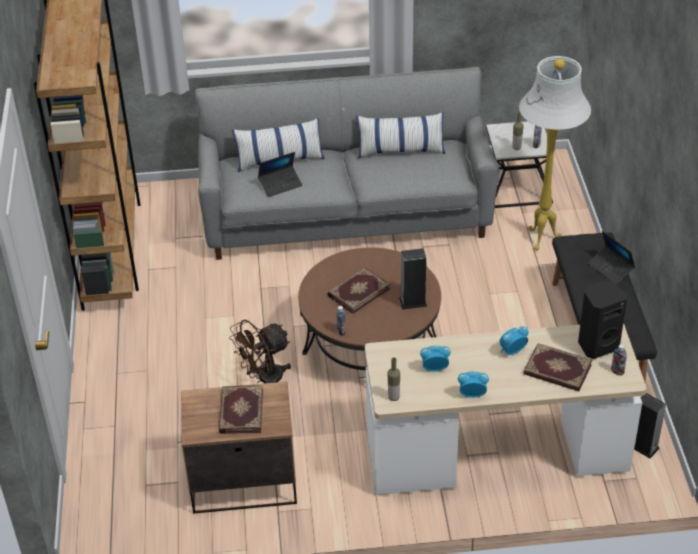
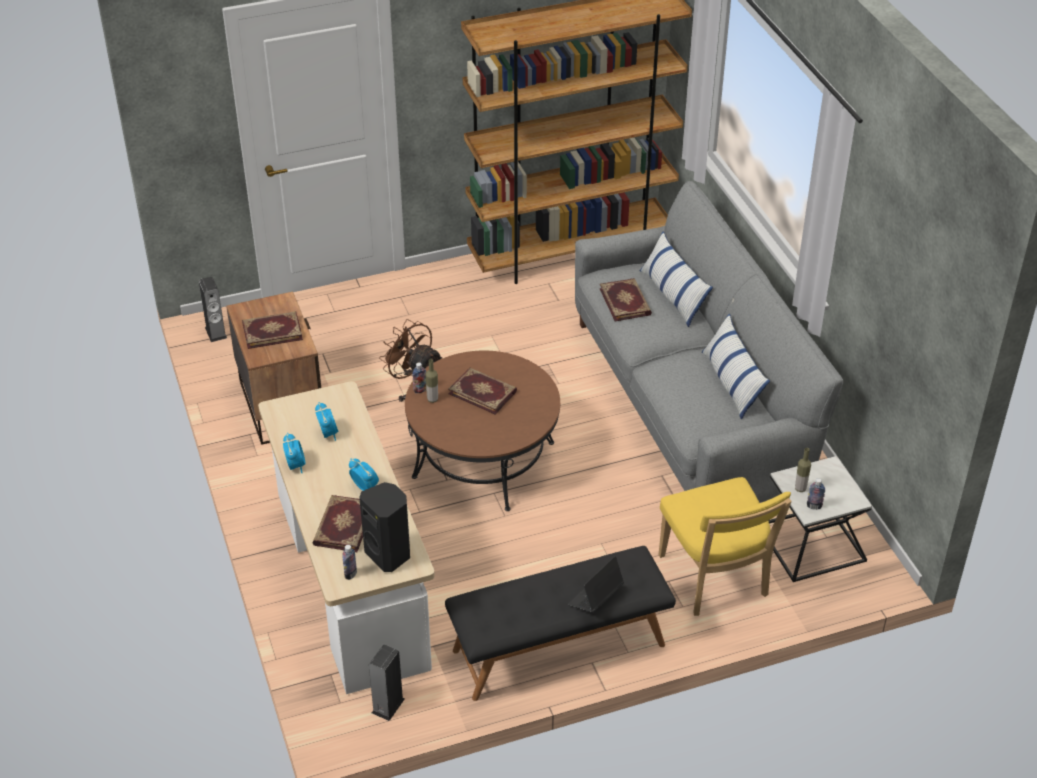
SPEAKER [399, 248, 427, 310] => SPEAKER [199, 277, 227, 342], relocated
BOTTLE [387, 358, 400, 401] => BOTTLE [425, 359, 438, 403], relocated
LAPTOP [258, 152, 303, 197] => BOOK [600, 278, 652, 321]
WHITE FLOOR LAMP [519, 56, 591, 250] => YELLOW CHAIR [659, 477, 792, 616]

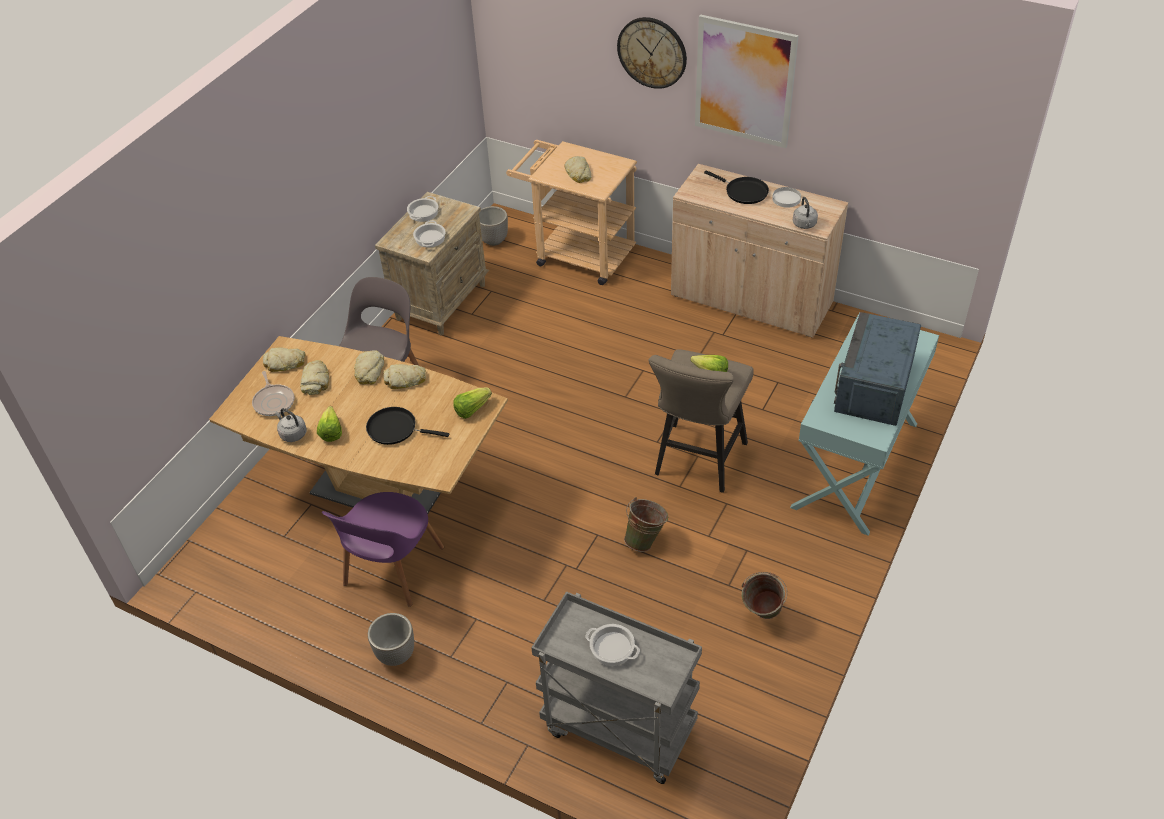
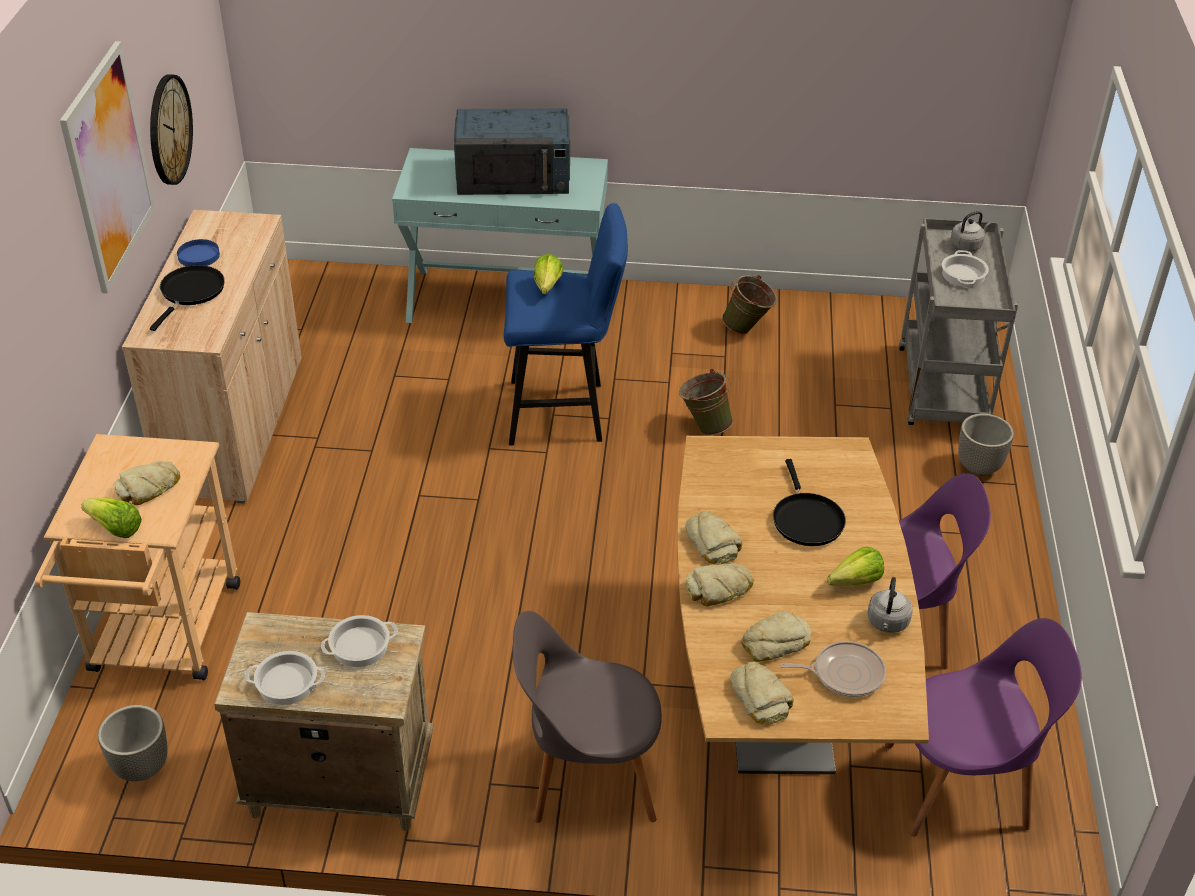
LETTUCE [453, 387, 492, 419] => LETTUCE [81, 497, 142, 538], relocated
WALL CLOCK [617, 17, 687, 89] => WALL CLOCK [150, 74, 193, 185], relocated
WHITE PLATE [772, 187, 801, 208] => BLUE PLATE [177, 239, 220, 266]
BEIGE STOOL [649, 349, 754, 493] => BLUE STOOL [504, 203, 628, 446]
FRYING PAN [252, 371, 294, 416] => FRYING PAN [780, 641, 886, 697], 45 degrees clockwise
nothing => PURPLE CHAIR [885, 618, 1082, 836]
GREY KETTLE [793, 197, 818, 229] => GREY KETTLE [950, 211, 991, 252], relocated
PLANTER [368, 613, 414, 666] => PLANTER [958, 414, 1014, 476], relocated

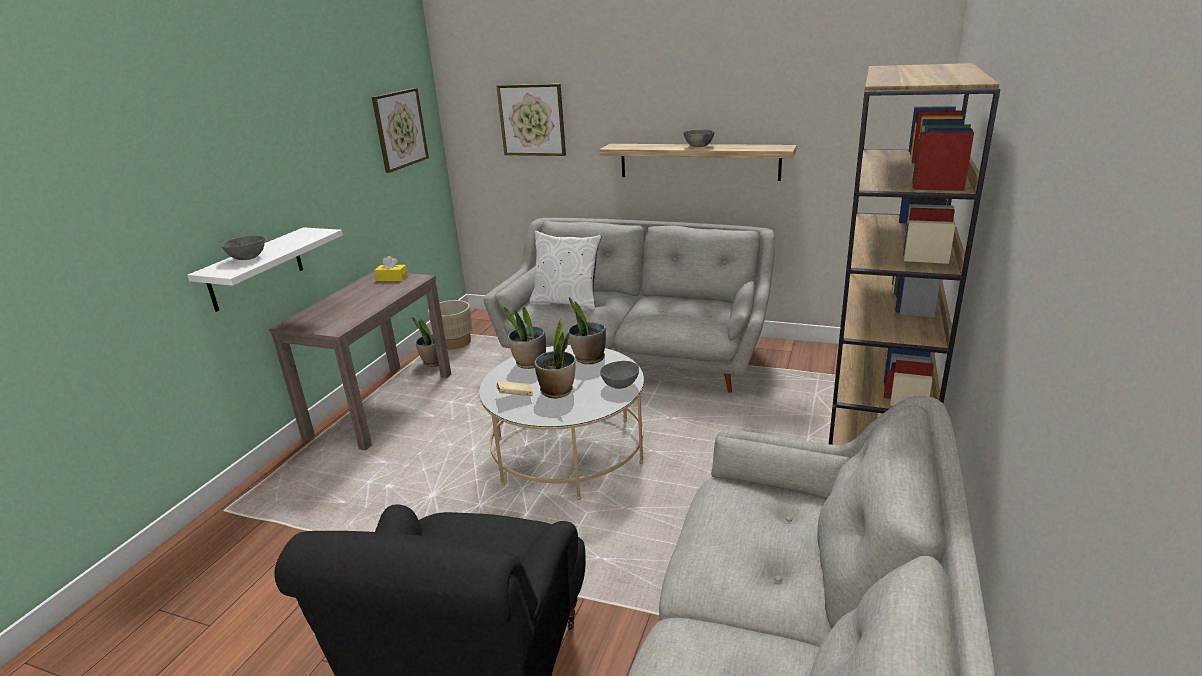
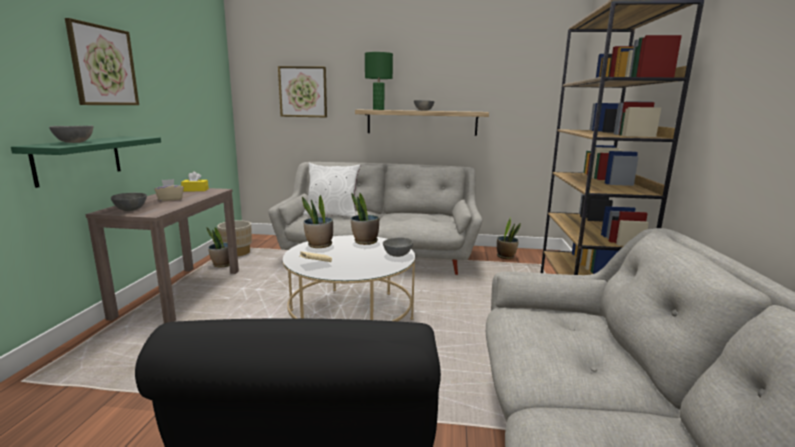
WHITE SHELF [187, 227, 343, 312] => GREEN SHELF [11, 136, 161, 188]
PICTURE [372, 88, 429, 173] => PICTURE [65, 18, 139, 105], relocated
nothing => GREY BOWL [111, 193, 147, 211]
nothing => BEIGE TISSUE BOX [154, 179, 184, 201]
nothing => GREEN TABLE LAMP [365, 52, 393, 110]
POTTED PLANT [534, 317, 576, 398] => POTTED PLANT [497, 217, 521, 259], relocated

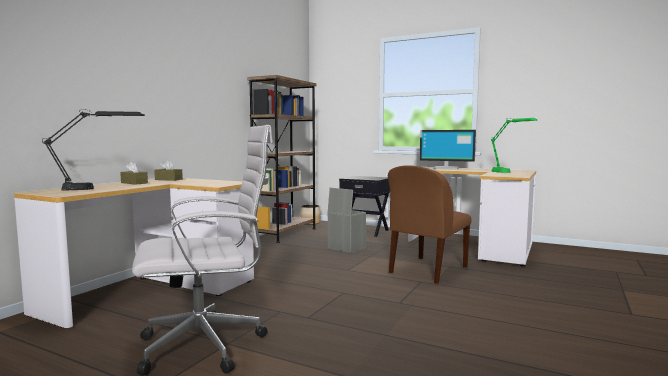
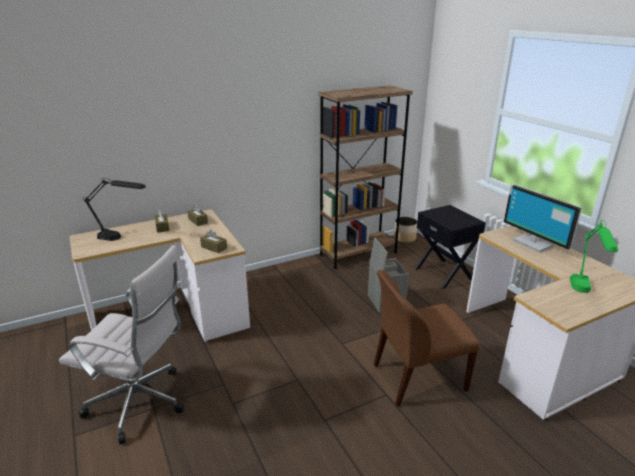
nothing => BROWN TISSUE BOX [200, 230, 227, 253]

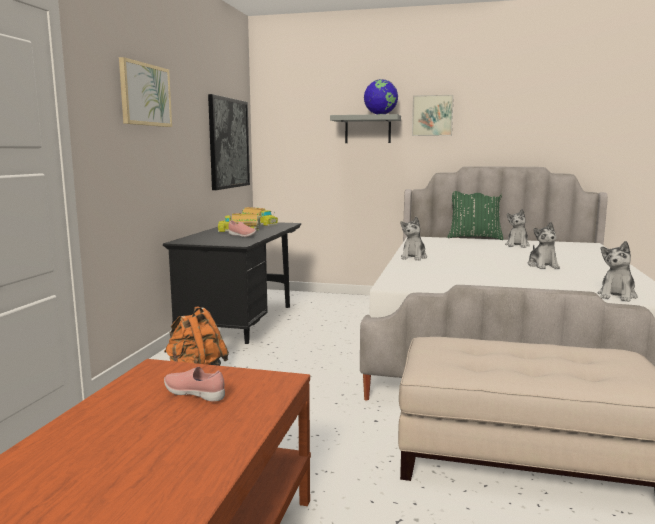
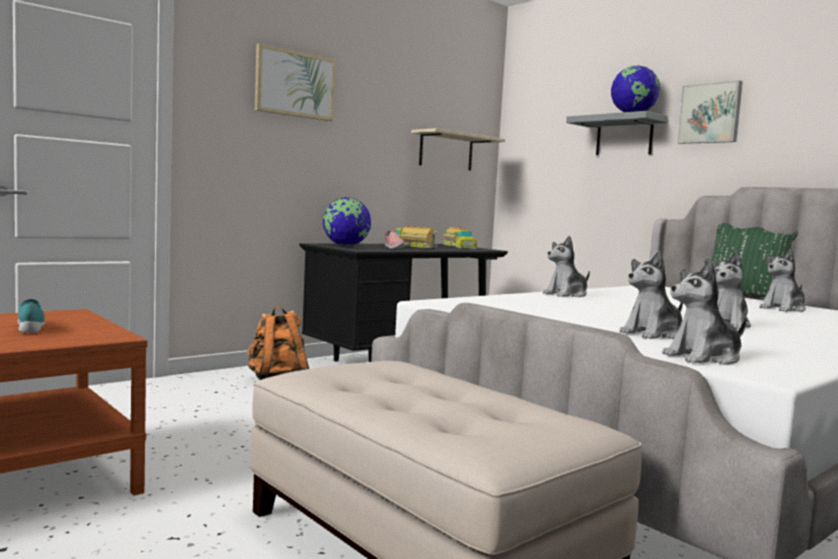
PINK SHOE [164, 367, 225, 402] => TURQUOISE SHOE [18, 299, 45, 333]
nothing => GLOBE [323, 197, 371, 246]
PICTURE [208, 94, 250, 190] => BEIGE SHELF [411, 128, 505, 171]
nothing => PLUSH TOY [619, 251, 683, 339]

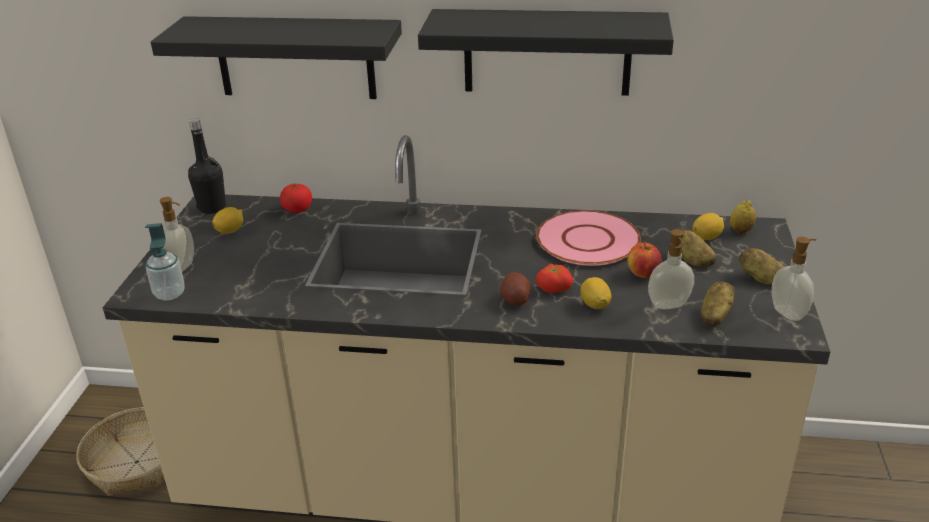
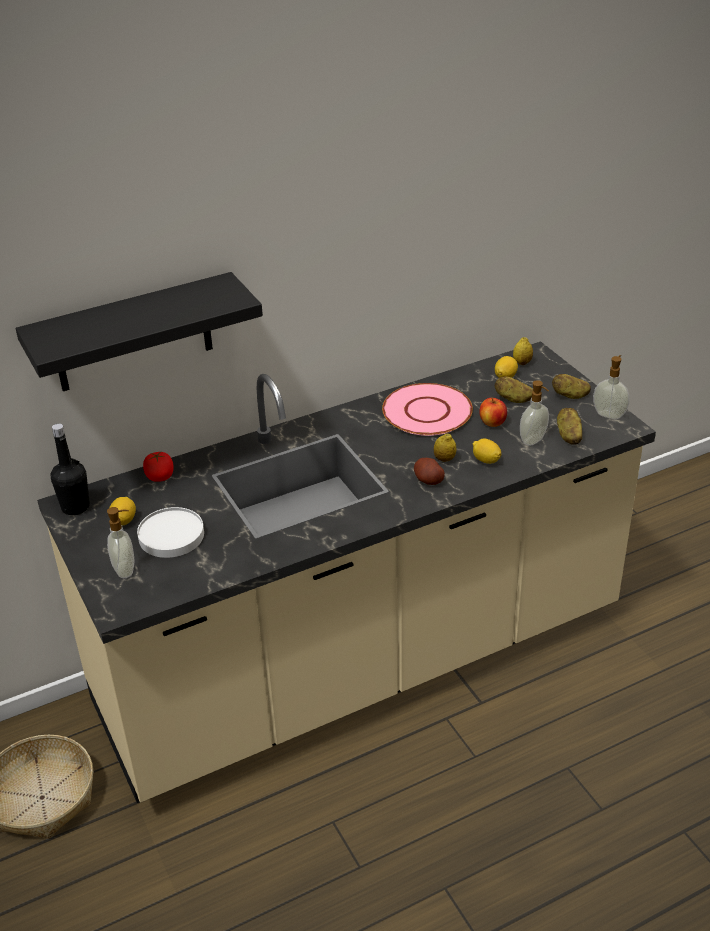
nothing => WHITE PLATE [137, 507, 204, 558]
TOMATO [536, 263, 573, 293] => LEMON [434, 433, 456, 462]
SOAP DISPENSER [145, 223, 185, 300] => nothing
BLACK SHELF [418, 9, 674, 96] => nothing

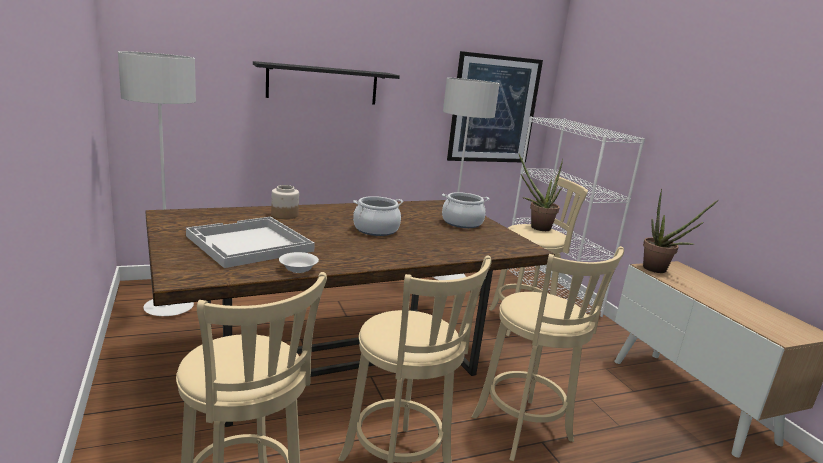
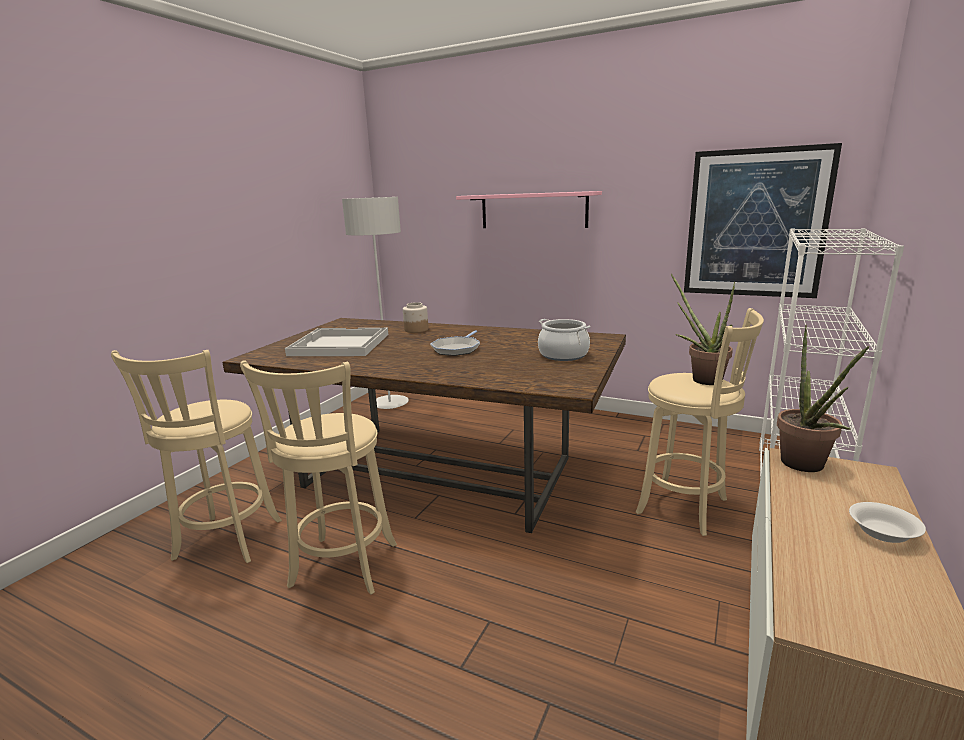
COOKING POT [353, 196, 403, 236] => FRYING PAN [430, 330, 480, 356]
BLACK SHELF [253, 61, 400, 105] => PINK SHELF [456, 191, 602, 228]
WHITE BOWL [279, 252, 319, 273] => WHITE BOWL [849, 502, 926, 543], relocated
GREY FLOOR LAMP [433, 78, 500, 280] => nothing
BEIGE STOOL [472, 246, 624, 461] => nothing

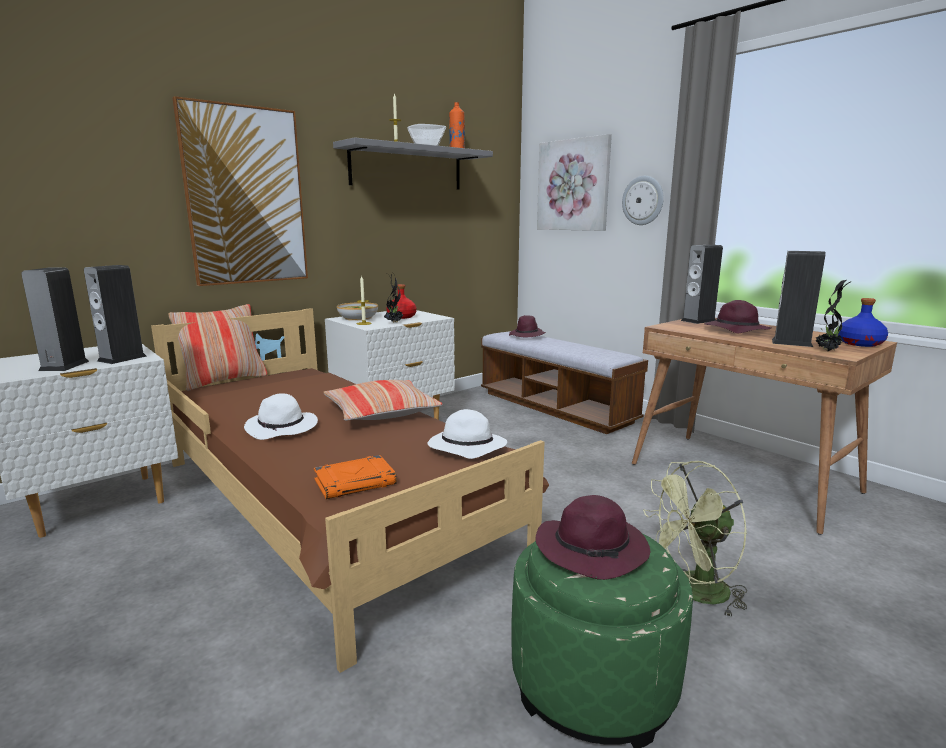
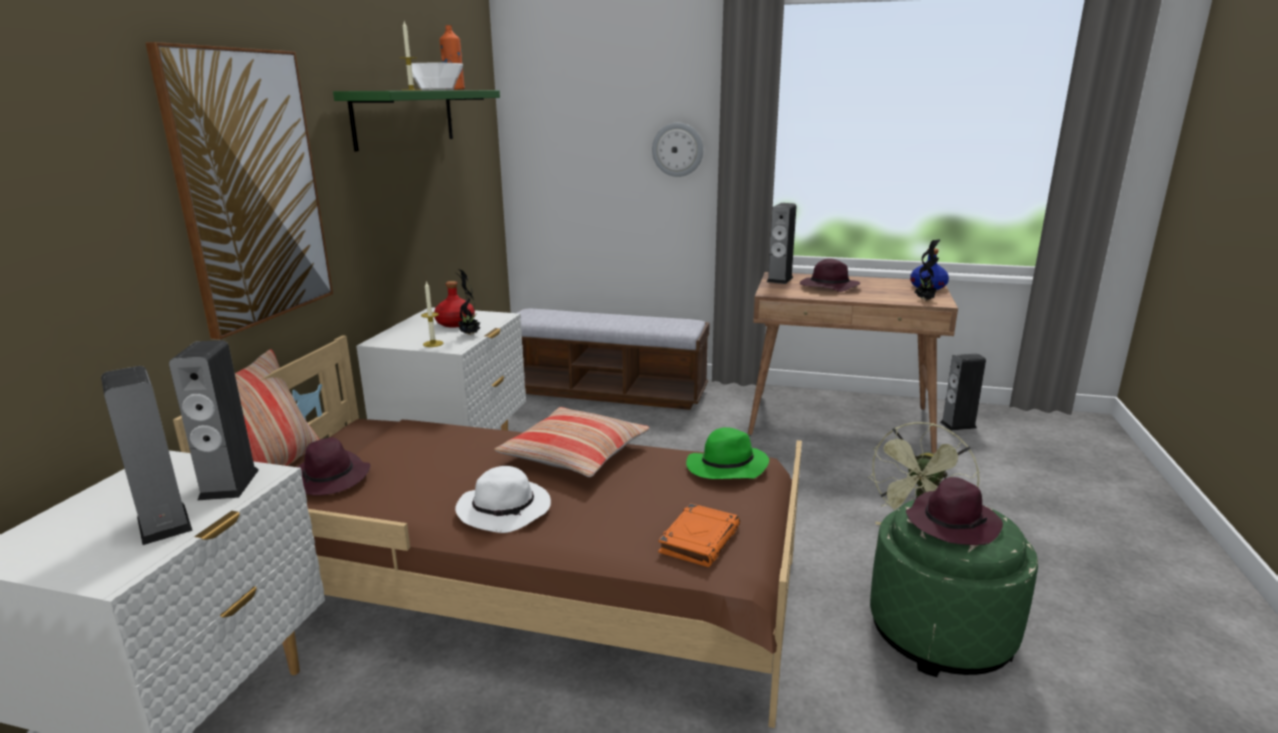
PURPLE HAT [509, 315, 546, 337] => PURPLE HAT [298, 437, 371, 495], relocated
GREY SHELF [333, 137, 493, 190] => GREEN SHELF [333, 90, 500, 151]
WHITE HAT [428, 409, 507, 459] => GREEN HAT [686, 427, 769, 479]
SPEAKER [772, 251, 826, 347] => SPEAKER [940, 354, 986, 431], relocated
BOWL [337, 302, 378, 321] => nothing
PICTURE [537, 134, 612, 231] => nothing

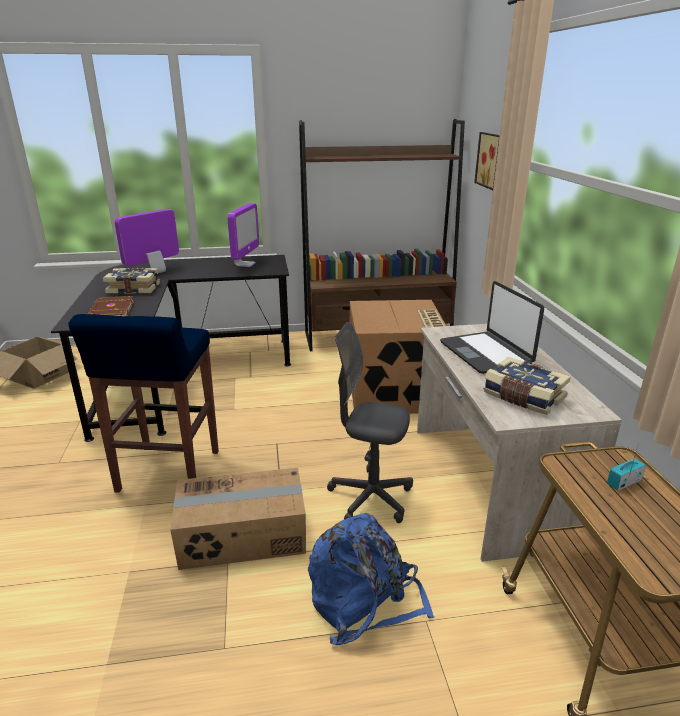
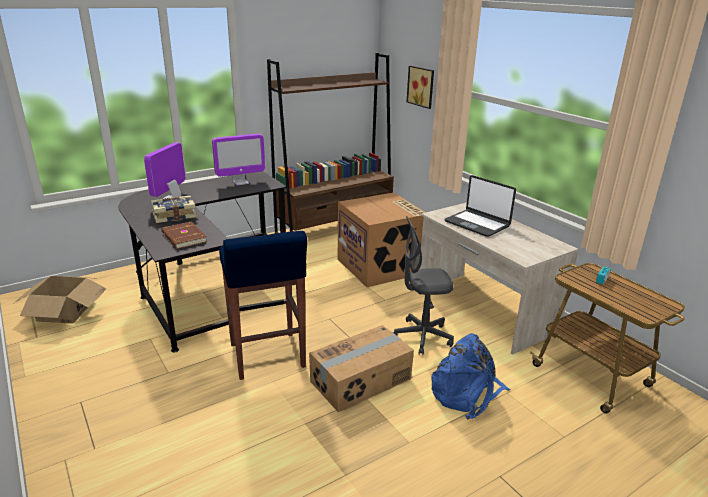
MONITOR [227, 203, 259, 267] => MONITOR [212, 134, 265, 185], 75 degrees clockwise
BOOK [483, 357, 571, 415] => nothing

